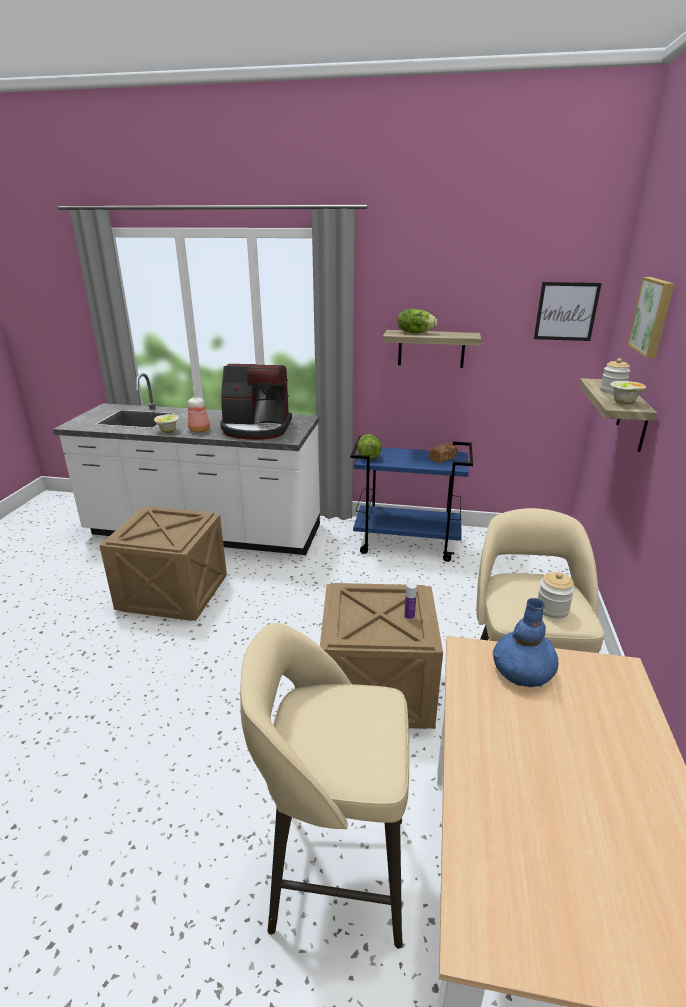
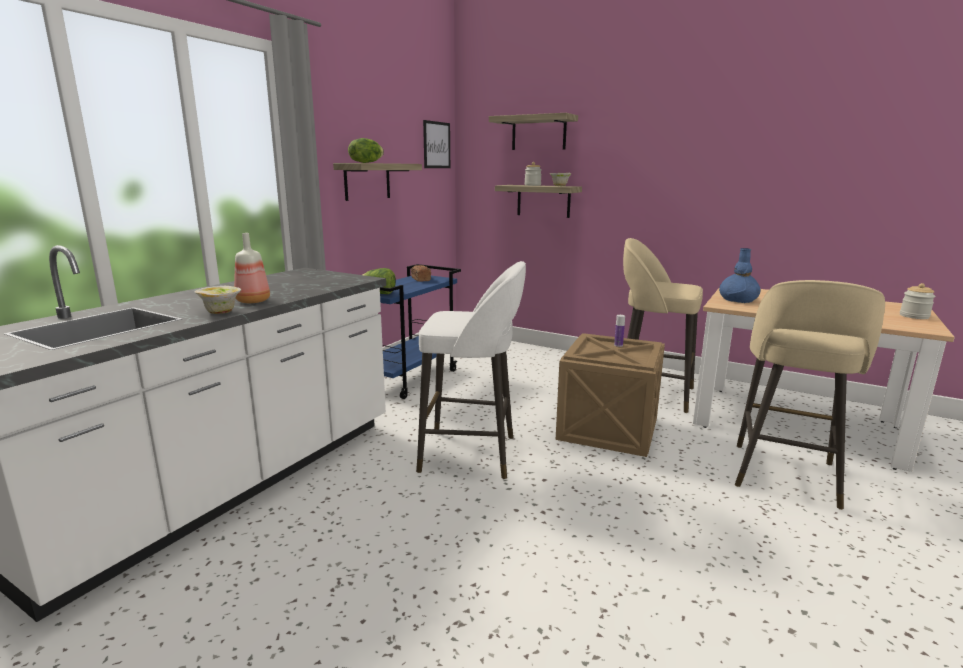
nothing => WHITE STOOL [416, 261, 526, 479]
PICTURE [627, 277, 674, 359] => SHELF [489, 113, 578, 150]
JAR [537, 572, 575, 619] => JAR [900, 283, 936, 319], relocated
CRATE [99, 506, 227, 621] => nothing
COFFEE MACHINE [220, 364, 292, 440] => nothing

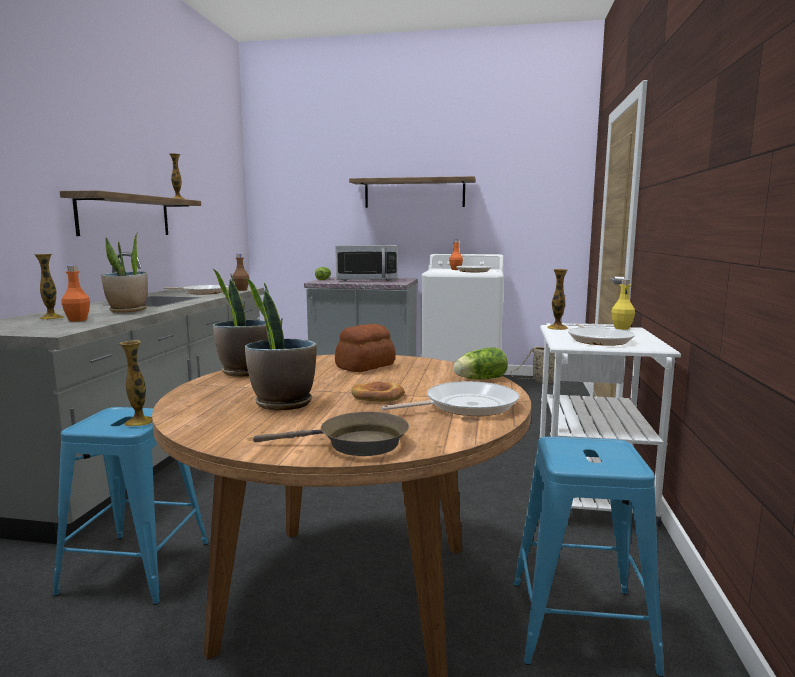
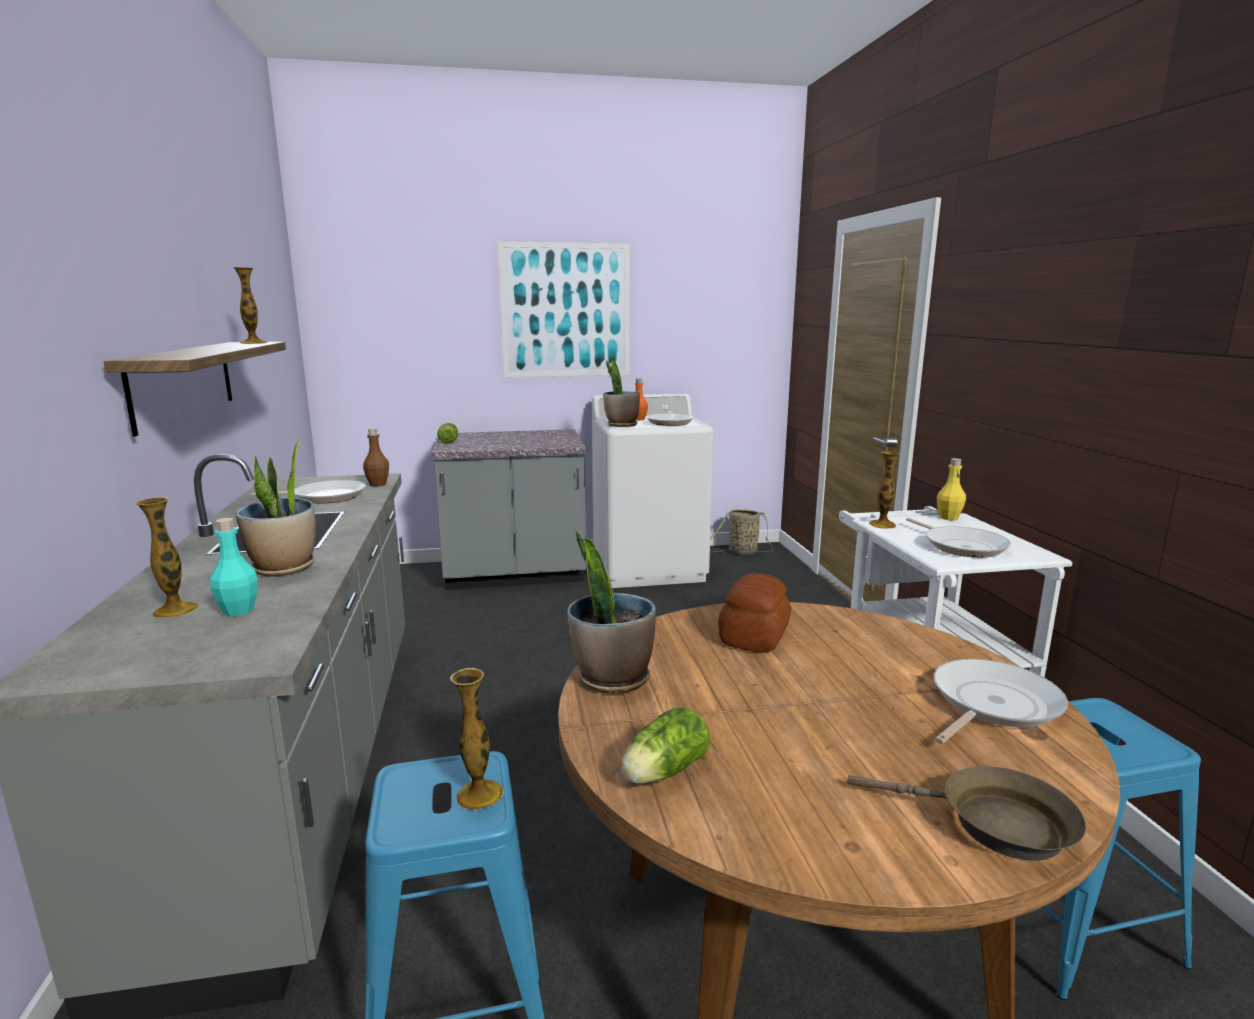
ORANGE BOTTLE [61, 265, 90, 322] => TURQUOISE BOTTLE [210, 518, 258, 617]
SHELF [349, 176, 476, 208] => PICTURE [498, 242, 630, 377]
POTTED PLANT [245, 278, 317, 410] => POTTED PLANT [603, 358, 640, 427], relocated
LETTUCE [453, 348, 508, 379] => LETTUCE [621, 708, 710, 784], relocated
BROWN FRYING PAN [253, 412, 409, 456] => BROWN FRYING PAN [847, 766, 1086, 860], 45 degrees clockwise
MICROWAVE [335, 245, 398, 281] => nothing
BREAD [351, 381, 405, 402] => nothing

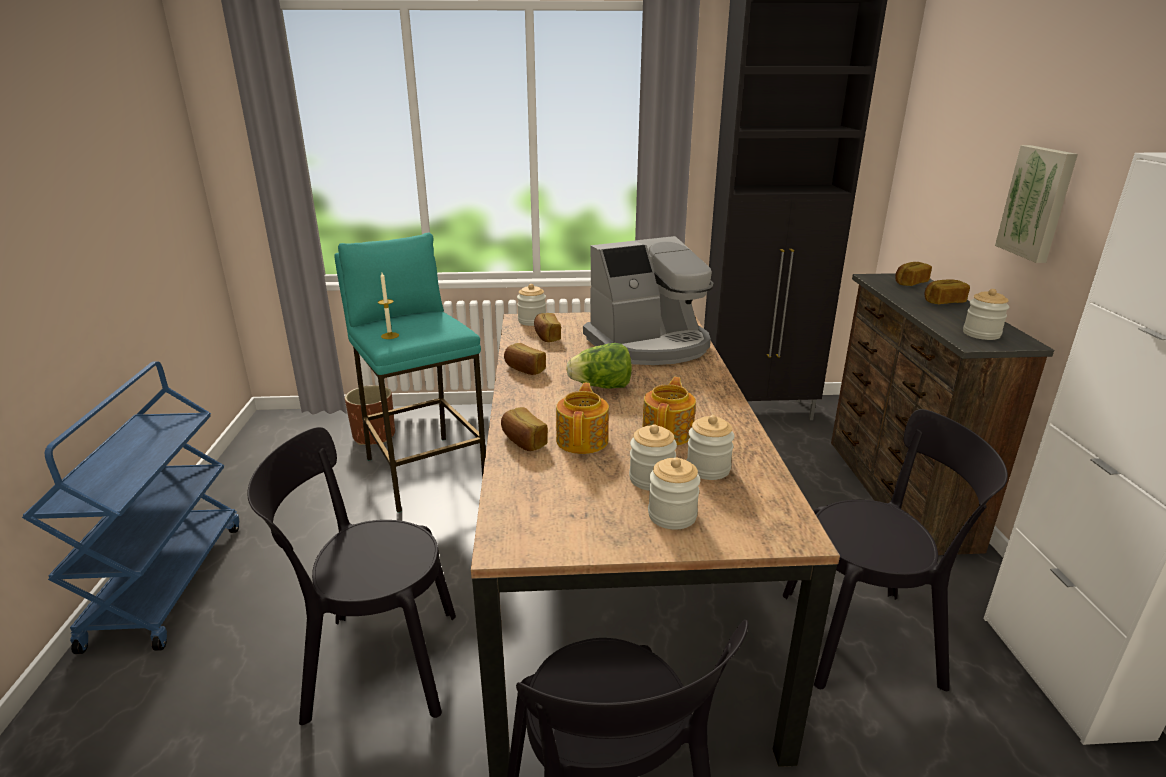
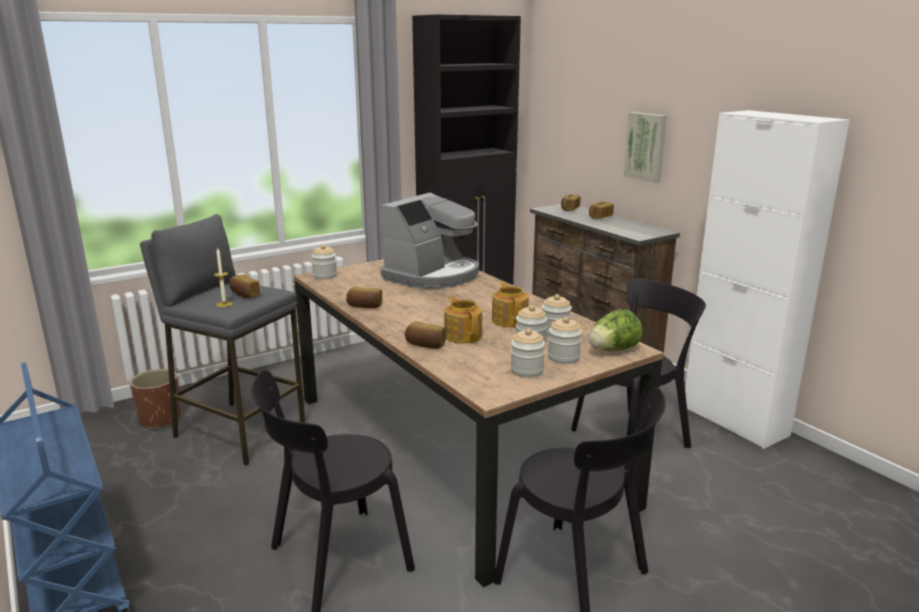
TURQUOISE STOOL [334, 233, 486, 513] => GREY STOOL [140, 214, 305, 466]
BREAD [534, 313, 561, 342] => BREAD [229, 275, 260, 298], relocated
JAR [963, 289, 1009, 340] => JAR [510, 328, 545, 378], relocated
LETTUCE [566, 343, 632, 388] => LETTUCE [588, 309, 642, 351], relocated

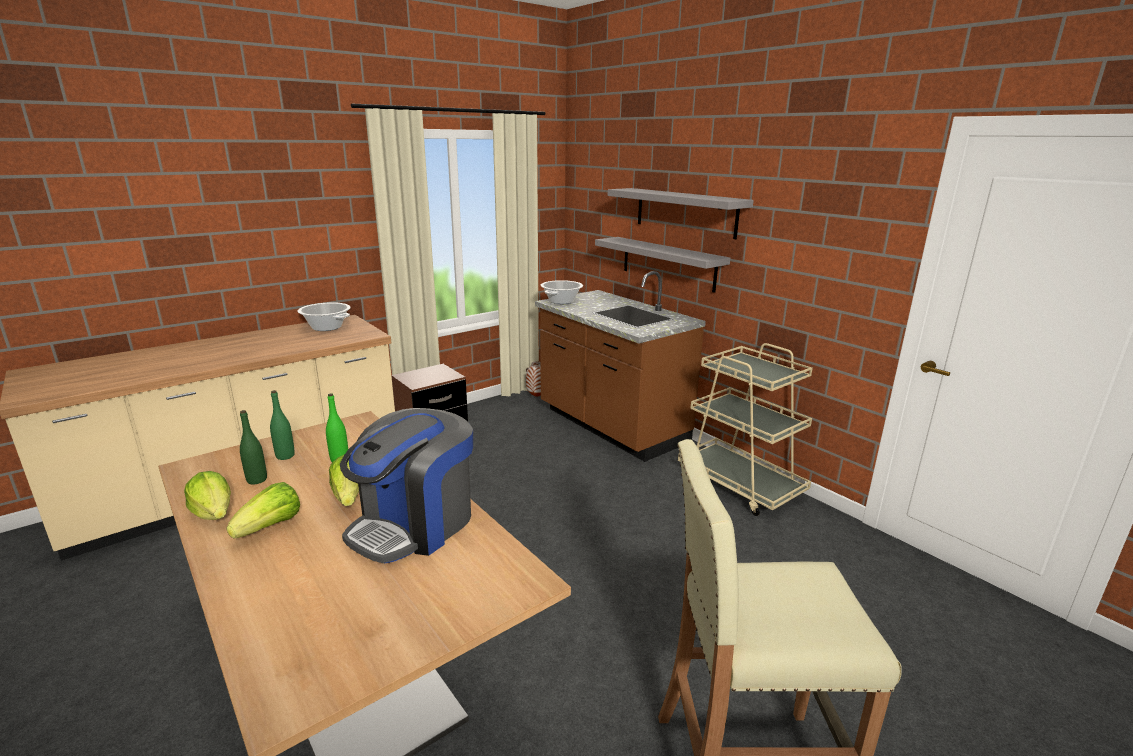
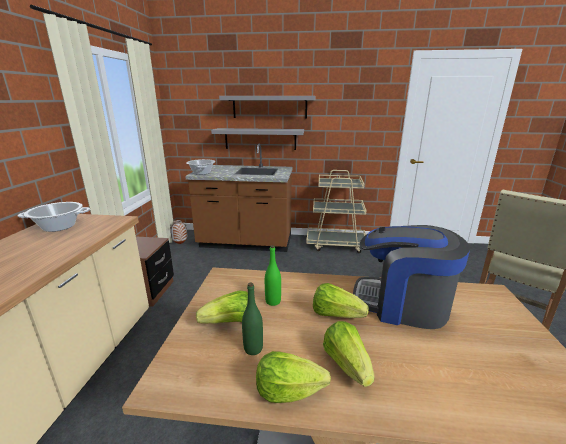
GREEN BOTTLE [270, 390, 295, 460] => LETTUCE [196, 291, 248, 323]
COFFEE MACHINE [340, 408, 473, 563] => COFFEE MACHINE [353, 225, 470, 329], 120 degrees clockwise

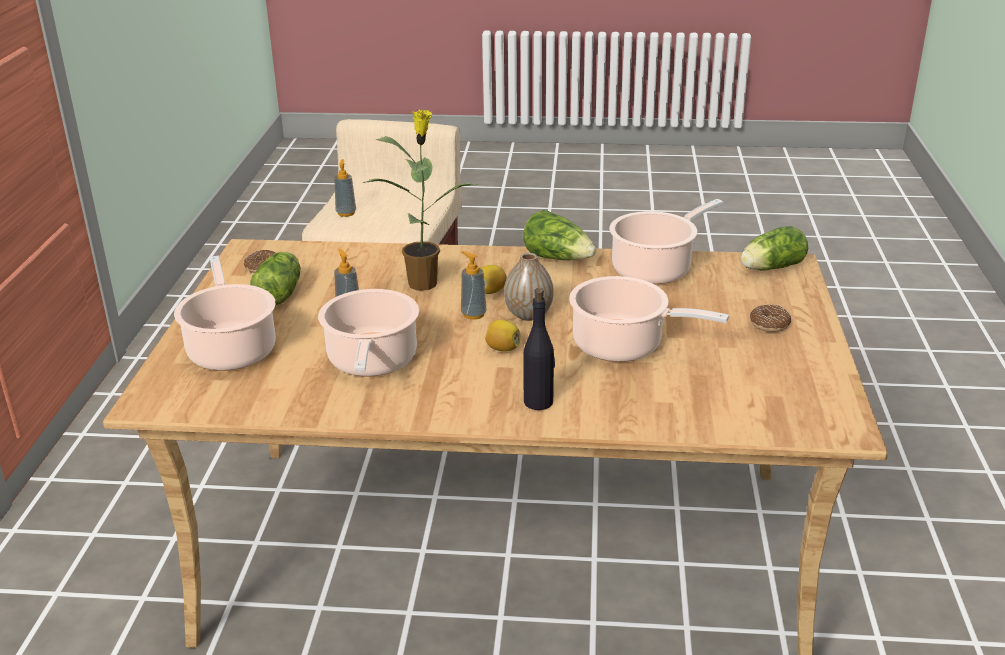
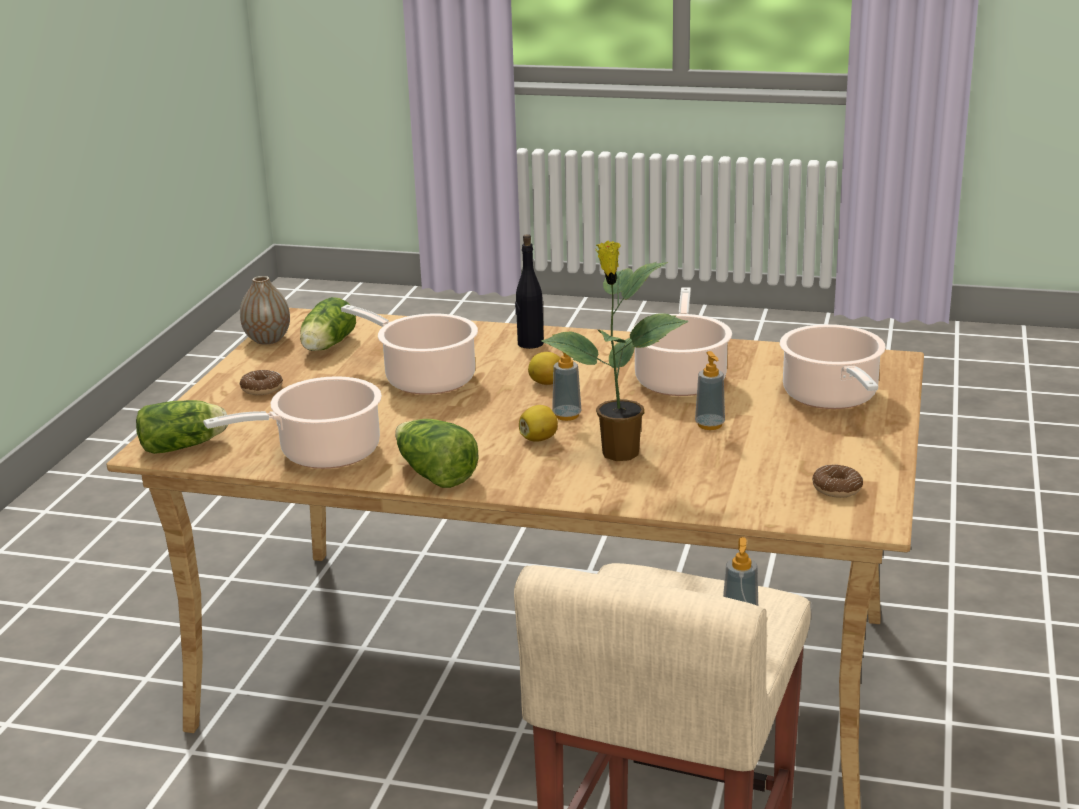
VASE [504, 253, 554, 321] => VASE [240, 276, 290, 344], relocated
LETTUCE [250, 252, 300, 305] => LETTUCE [300, 297, 356, 351], relocated

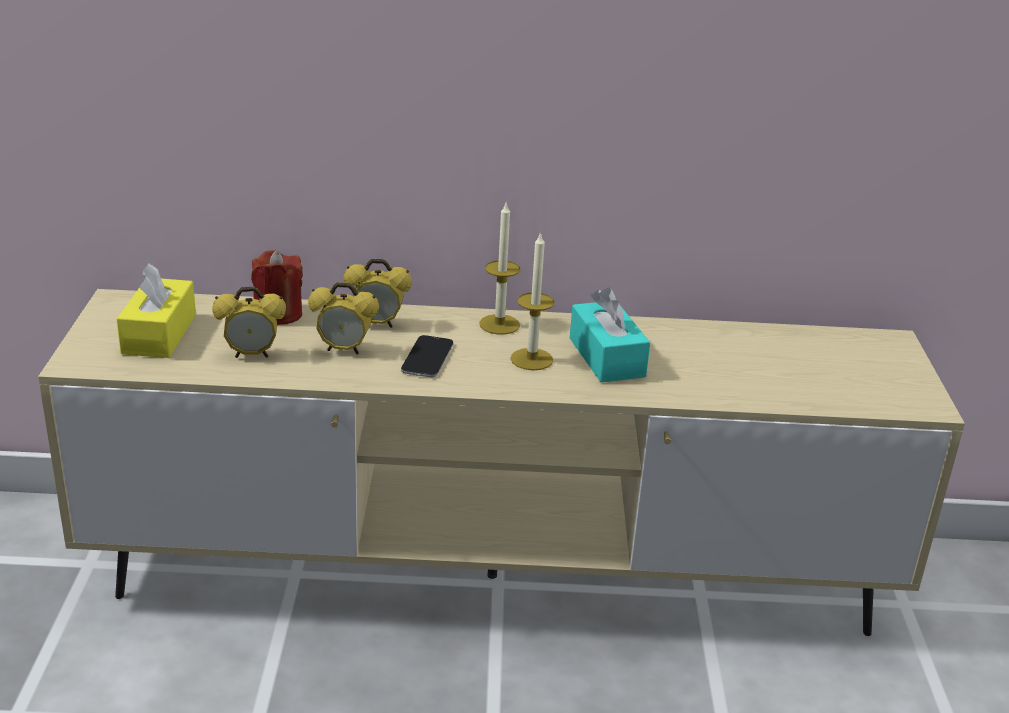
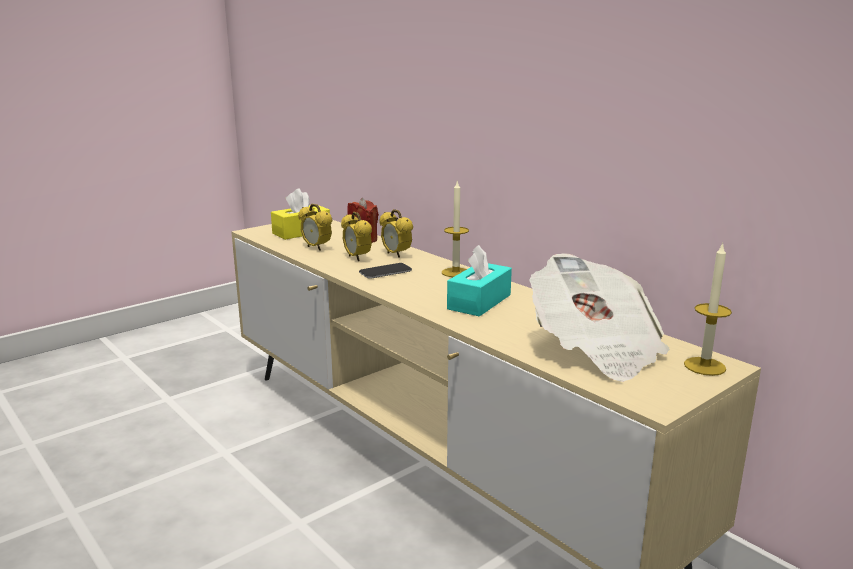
nothing => NEWSPAPER [529, 253, 670, 382]
CANDLE [510, 231, 555, 370] => CANDLE [684, 242, 732, 376], relocated

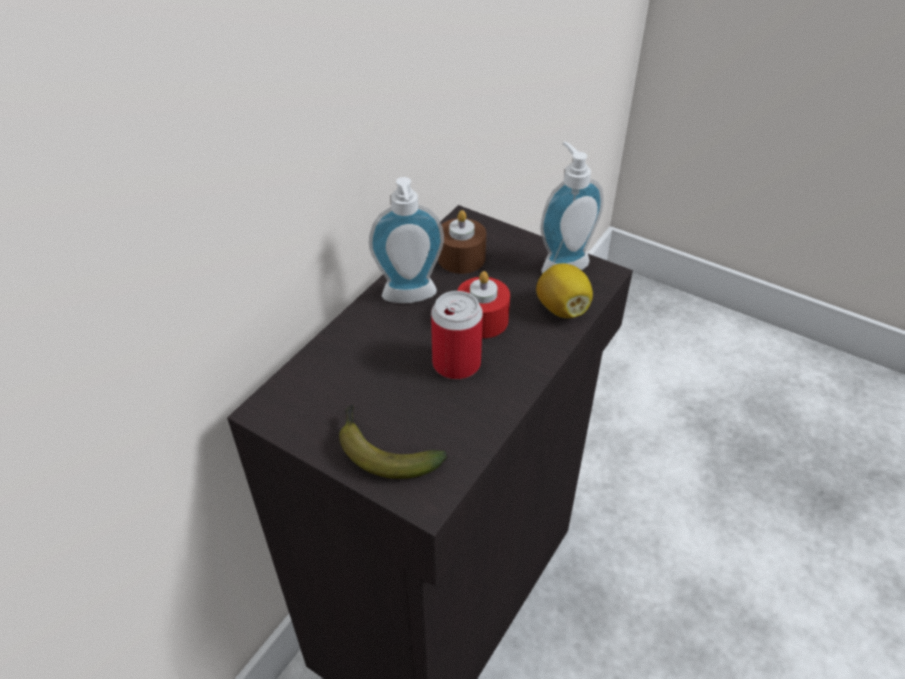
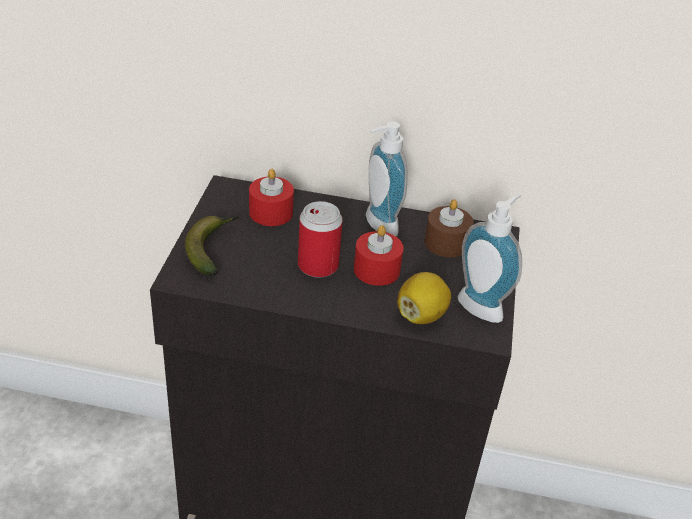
nothing => RED CANDLE [249, 169, 294, 226]

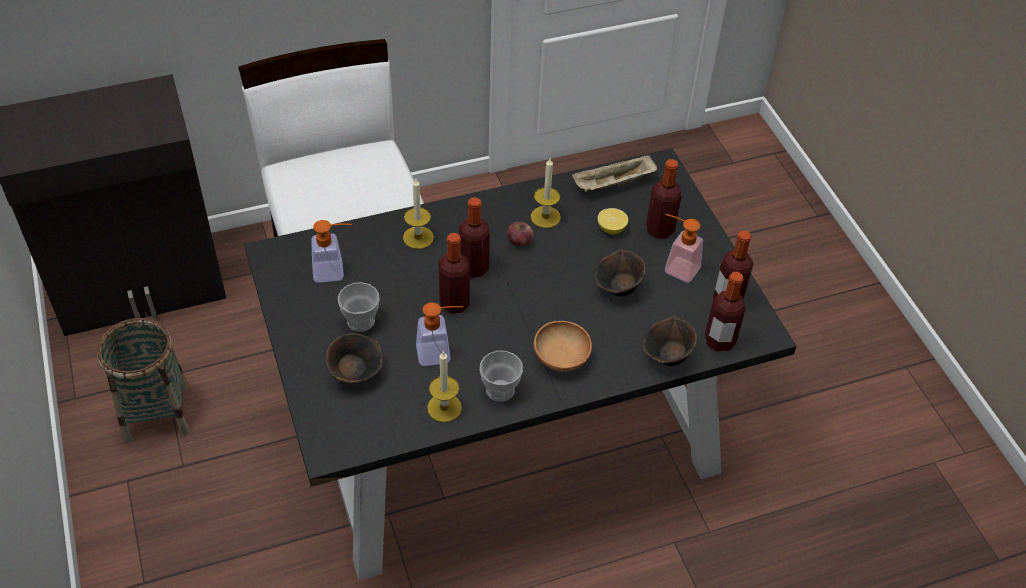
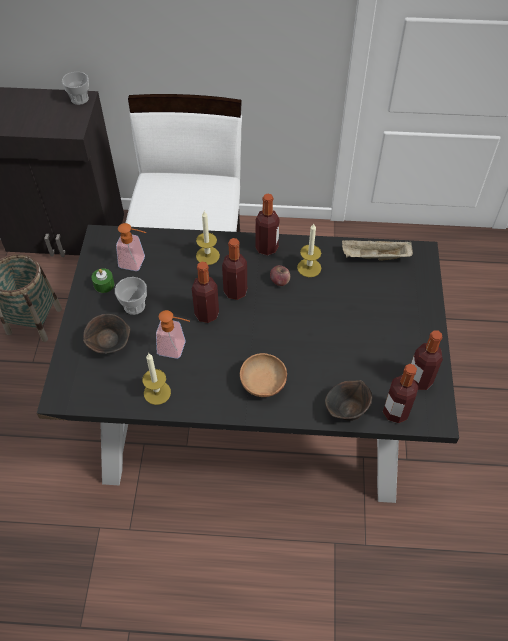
CUP [480, 350, 523, 402] => CUP [62, 72, 89, 105], relocated
nothing => GREEN CANDLE [92, 268, 114, 293]
BOTTLE [646, 159, 682, 239] => BOTTLE [255, 194, 280, 256], relocated
BROWN BOWL [594, 249, 646, 297] => nothing
LEMON [598, 208, 628, 235] => nothing
SOAP DISPENSER [665, 214, 703, 283] => nothing

